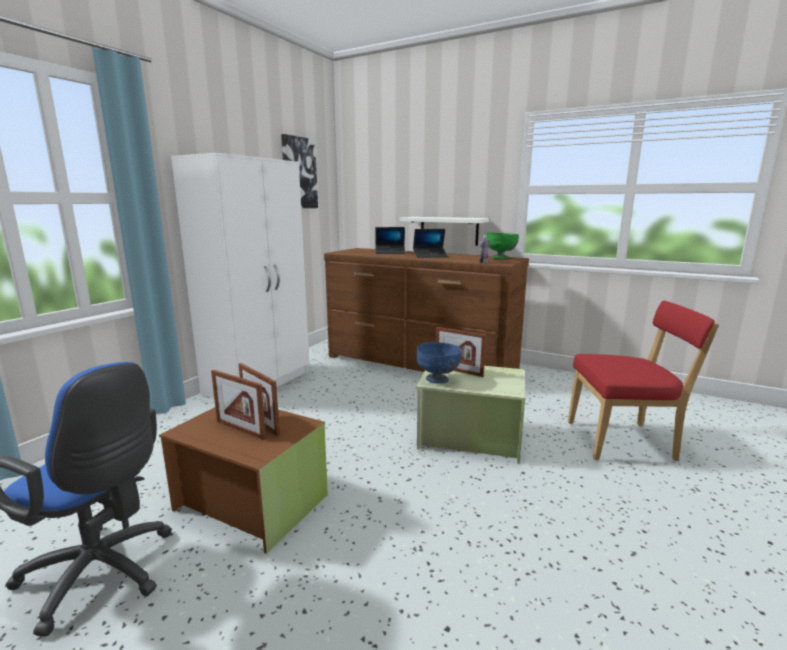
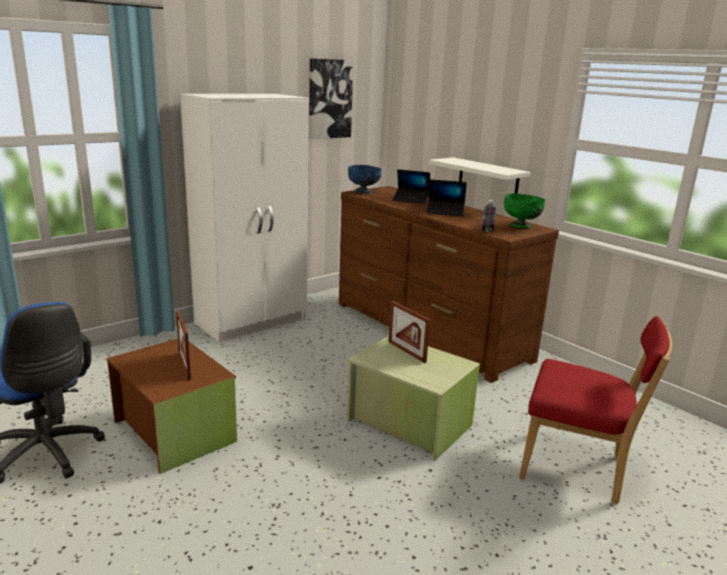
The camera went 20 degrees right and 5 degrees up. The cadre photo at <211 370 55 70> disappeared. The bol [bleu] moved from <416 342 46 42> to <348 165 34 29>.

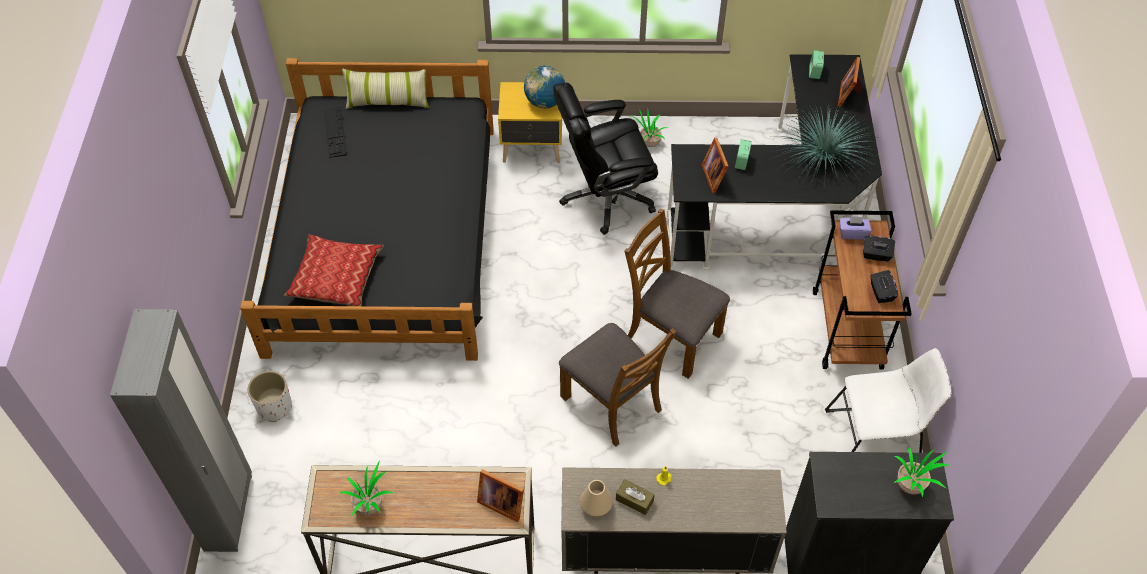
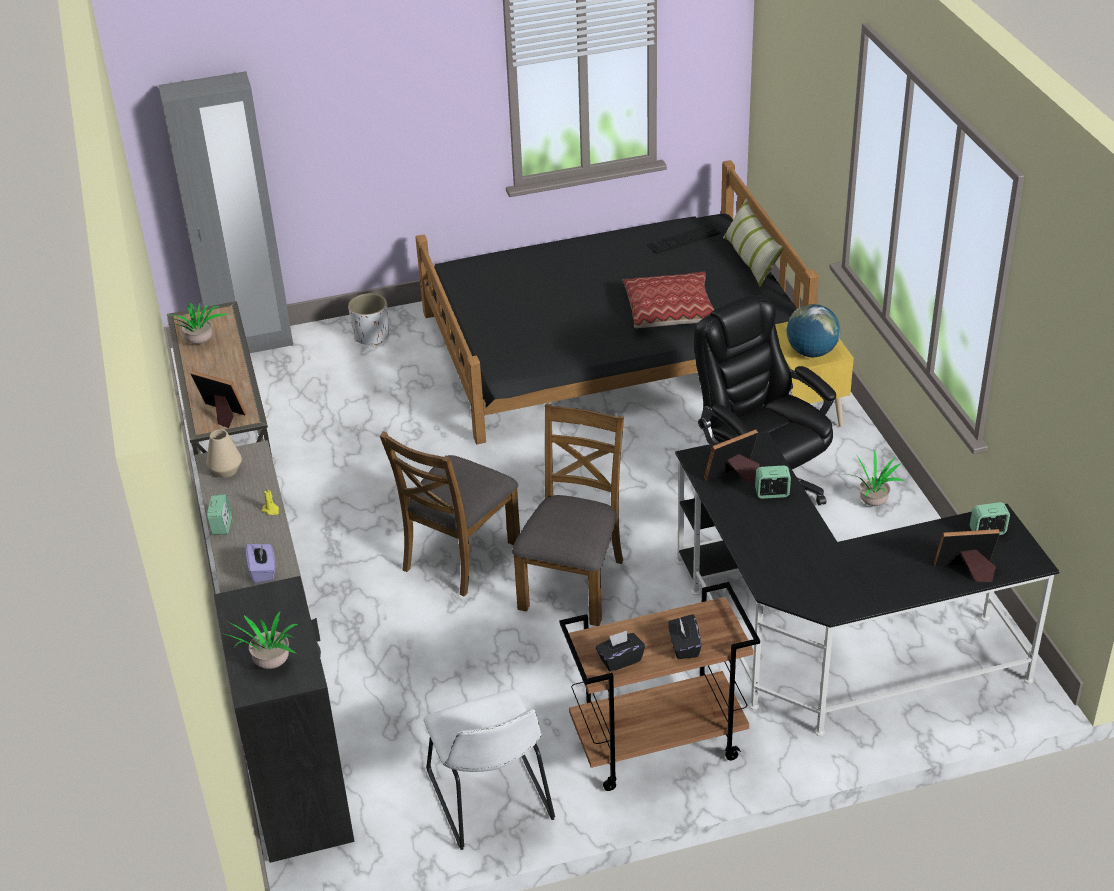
The camera went 75 degrees right and 15 degrees down. The boîte à mouchoirs [marron] at <616 479 39 36> disappeared. The plante en pot at <769 104 112 81> disappeared. The réveil at <207 494 25 41> appeared. The coussin moved from <284 234 100 72> to <622 272 93 56>. The boîte à mouchoirs [violet] moved from <839 216 32 24> to <245 542 30 41>. The cadre photo at <477 469 47 53> turned 105 degrees clockwise.

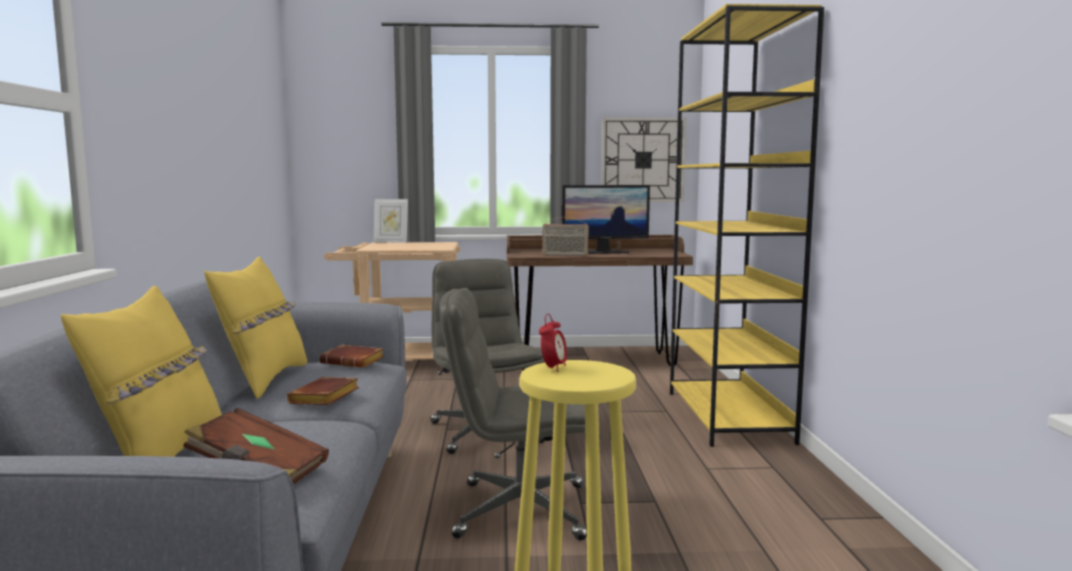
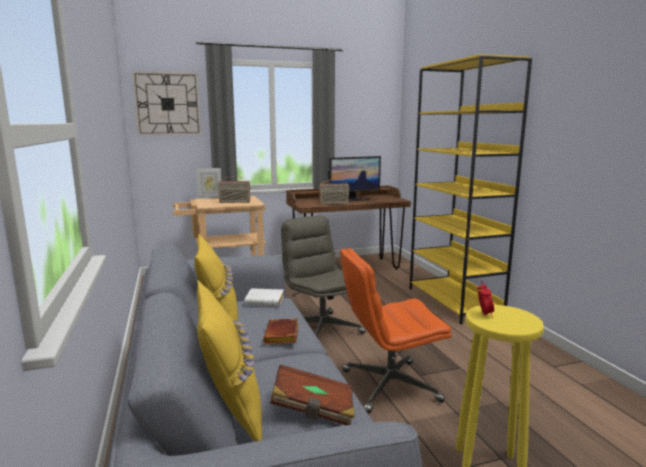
The camera went 15 degrees left and 5 degrees up. The radio at <218 176 32 27> appeared. The horloge murale moved from <602 117 84 85> to <132 71 69 65>. The livre [marron] at <319 345 65 23> became the livre [blanc] at <245 288 39 18>. The chaise de bureau [gris] at <439 288 148 252> became the chaise de bureau [orange] at <340 248 112 165>.

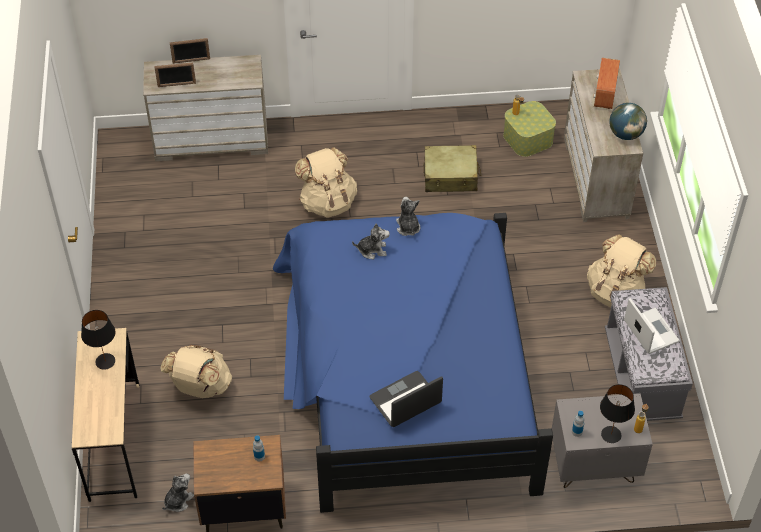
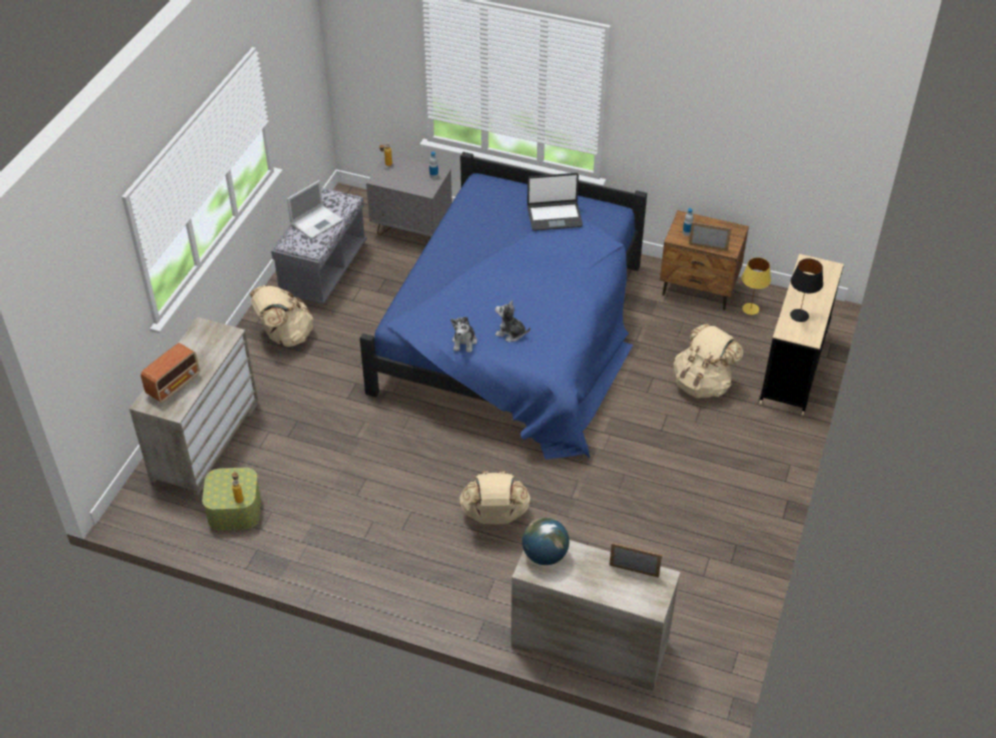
The camera went 155 degrees left and 5 degrees down. The valise [beige] at <423 145 58 47> disappeared. The lampe de table [noir] at <600 384 35 59> disappeared. The cadre photo moved from <170 38 40 26> to <689 222 42 29>. The globe moved from <609 103 38 37> to <522 518 47 47>. The peluche at <162 473 32 39> was replaced by the lampe de table [jaune] at <742 257 29 58>. The ordinateur portable at <624 298 56 56> turned 135 degrees counterclockwise.

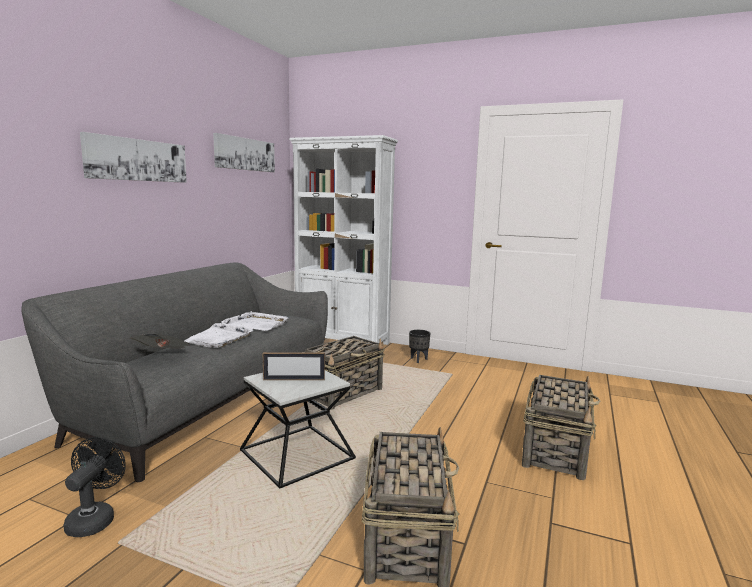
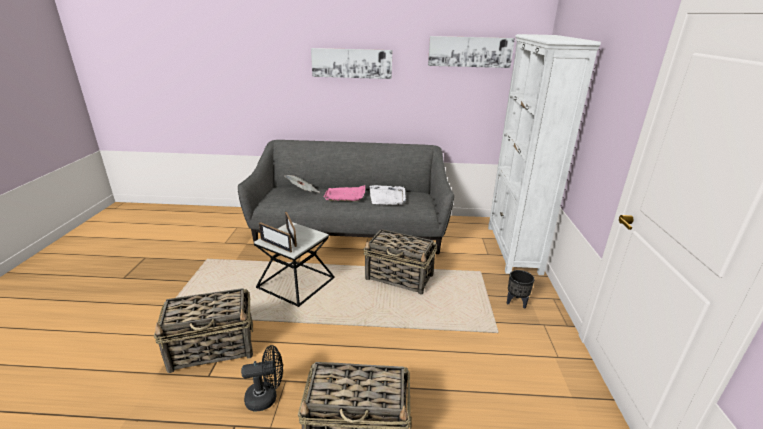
The camera went 70 degrees right and 15 degrees up. The cadre photo at <259 222 33 31> appeared. The ventilateur [noir] moved from <64 437 62 100> to <241 345 42 67>. The plateau [blanc] at <185 323 68 25> became the plateau [rose] at <324 185 41 17>.

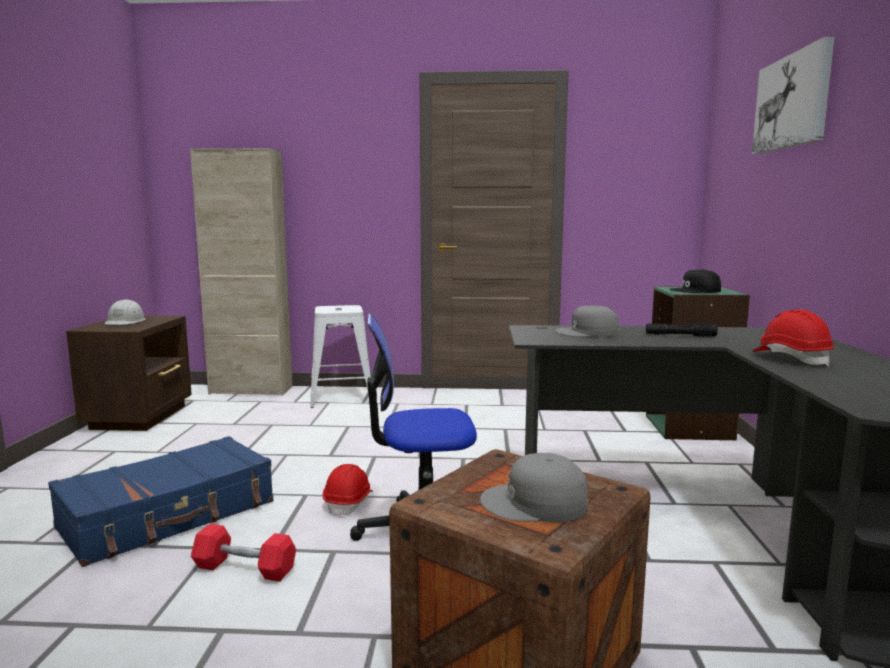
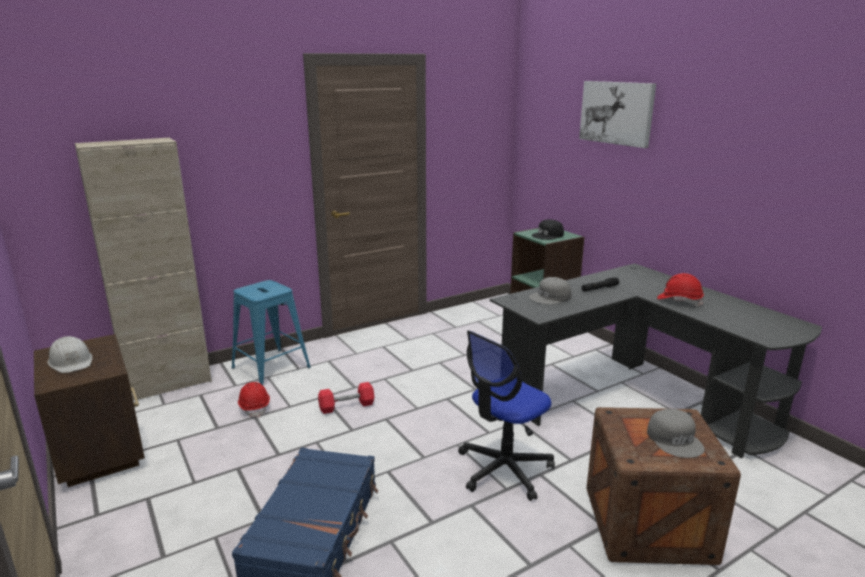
The camera went 35 degrees left and 10 degrees up. The haltère [rouge] moved from <191 524 105 58> to <318 382 57 32>. The casque de chantier [rouge] moved from <323 464 50 54> to <238 382 32 36>. The tabouret [blanc] at <310 305 61 103> became the tabouret [bleu] at <232 280 79 105>. The casquette [gris] at <480 453 108 69> turned 75 degrees counterclockwise.

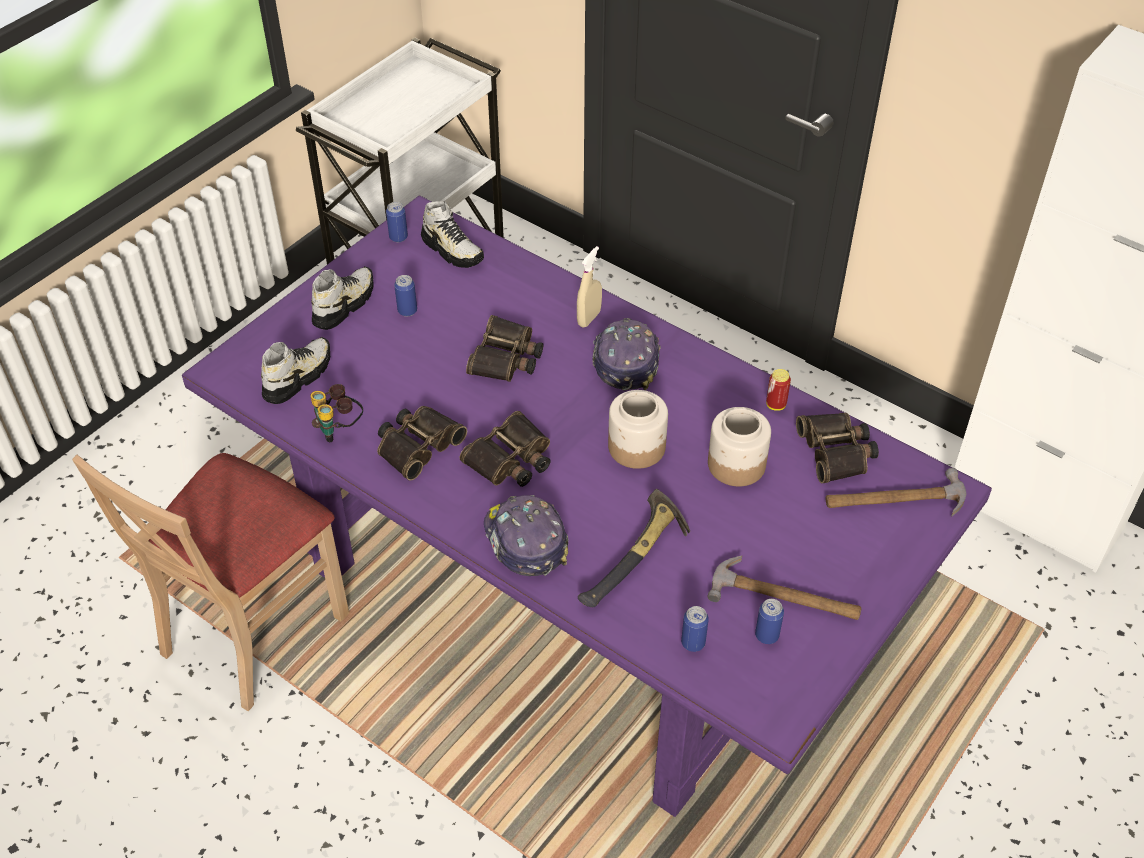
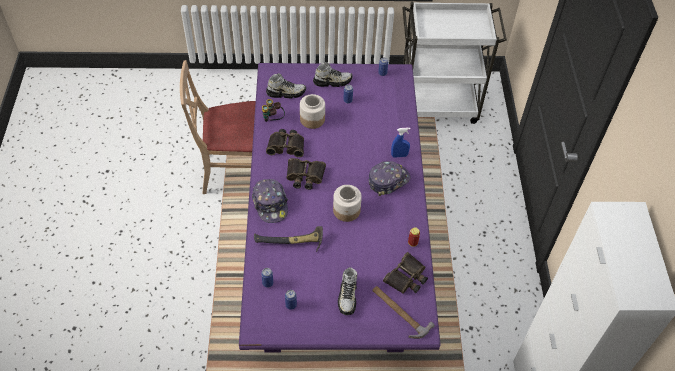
The camera went 50 degrees right and 5 degrees up. The jumelles at <466 315 77 67> disappeared. The marteau at <708 556 153 64> disappeared. The chaussure moved from <421 201 63 67> to <338 267 19 48>. The bocal moved from <708 407 63 79> to <300 94 25 35>. The vaporisateur [beige] at <577 246 25 81> became the vaporisateur [bleu] at <391 128 19 30>. The casquette at <484 495 84 81> turned 135 degrees clockwise.

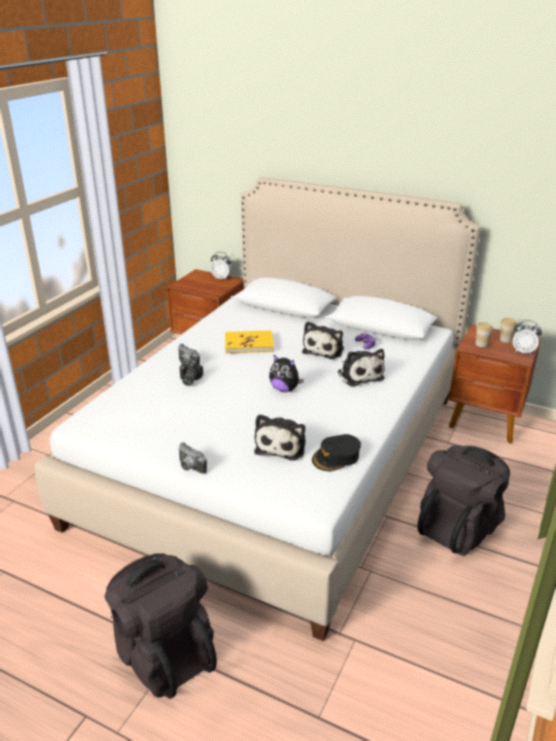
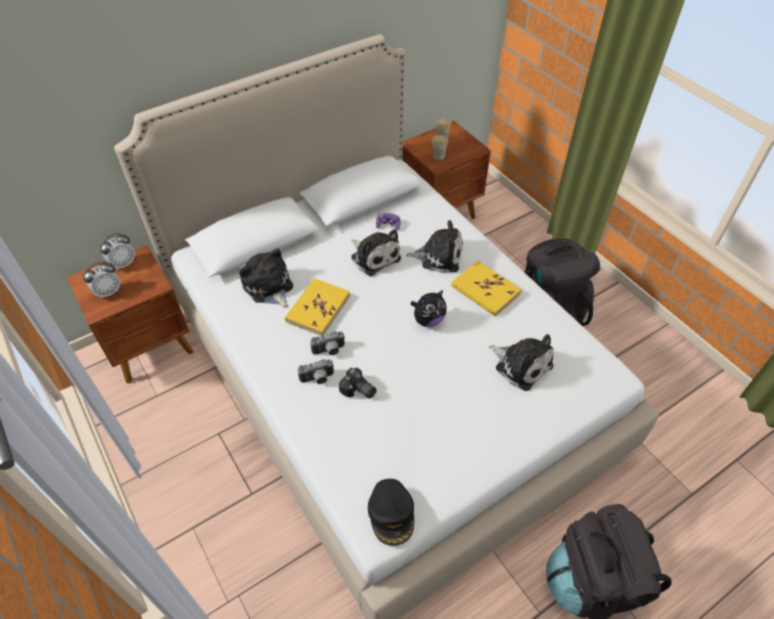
The camera went 60 degrees left and 20 degrees up. The peluche at <239 248 54 60> appeared. The livre [jaune] at <451 261 71 56> appeared. The appareil photo moved from <178 442 29 32> to <310 331 35 24>. The casquette [noir] moved from <312 434 49 37> to <368 479 46 67>. The réveil moved from <512 320 30 35> to <83 262 37 37>.

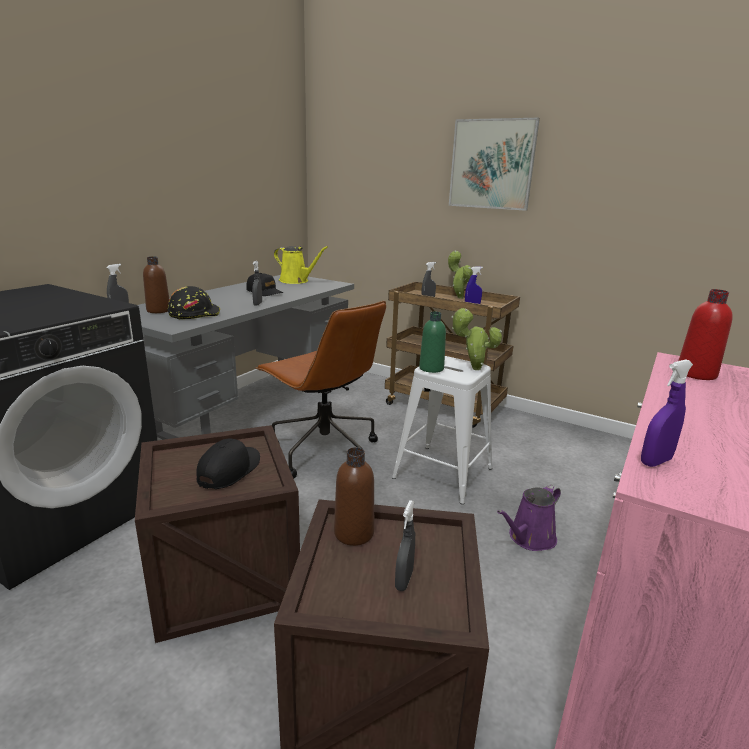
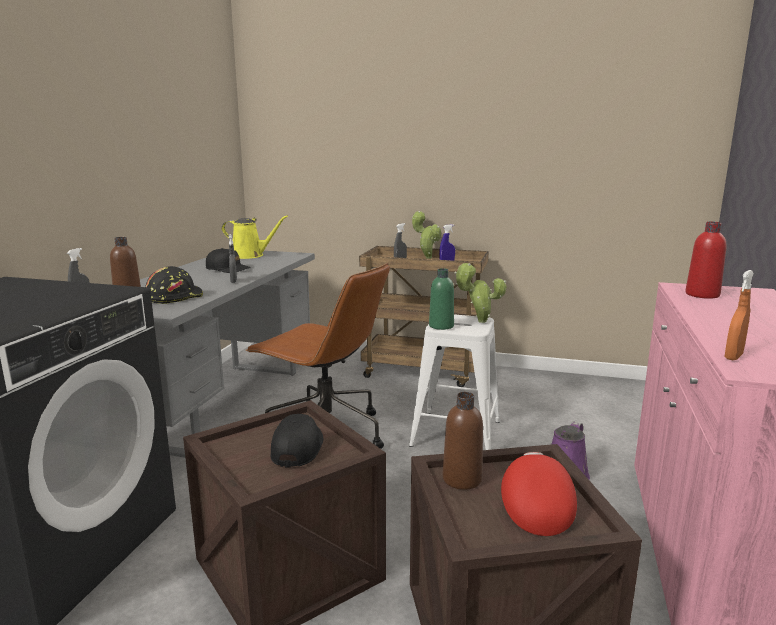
The camera went 15 degrees left and 5 degrees down. The tableau at <449 118 91 93> disappeared. The vaporisateur [gris] at <395 500 20 91> was replaced by the casquette [rouge] at <501 452 76 84>. The vaporisateur [violet] at <641 359 52 108> became the vaporisateur [orange] at <725 270 29 90>.

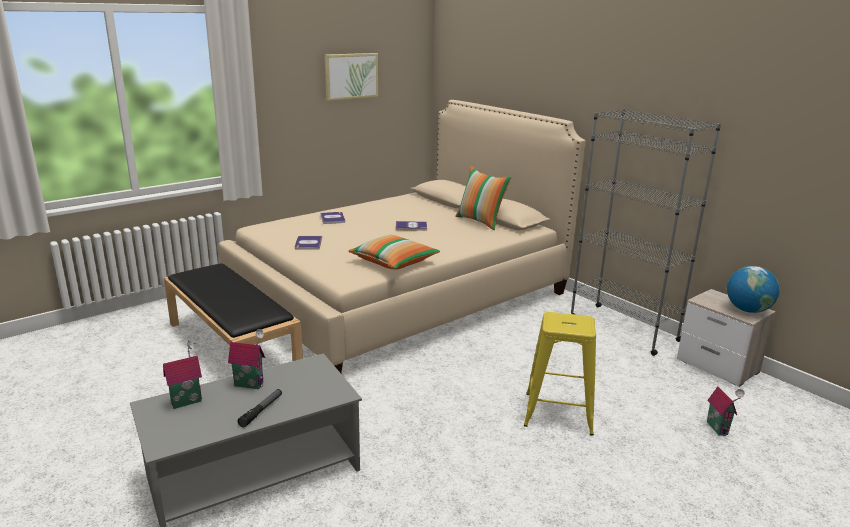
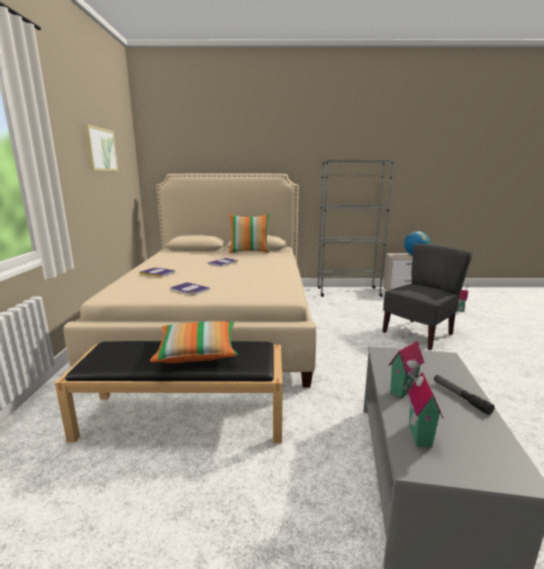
The camera went 50 degrees left and 5 degrees down. The coussin moved from <348 235 92 34> to <150 321 88 42>. The tabouret [jaune] at <524 312 72 124> was replaced by the chaise [gris] at <382 244 91 106>.

